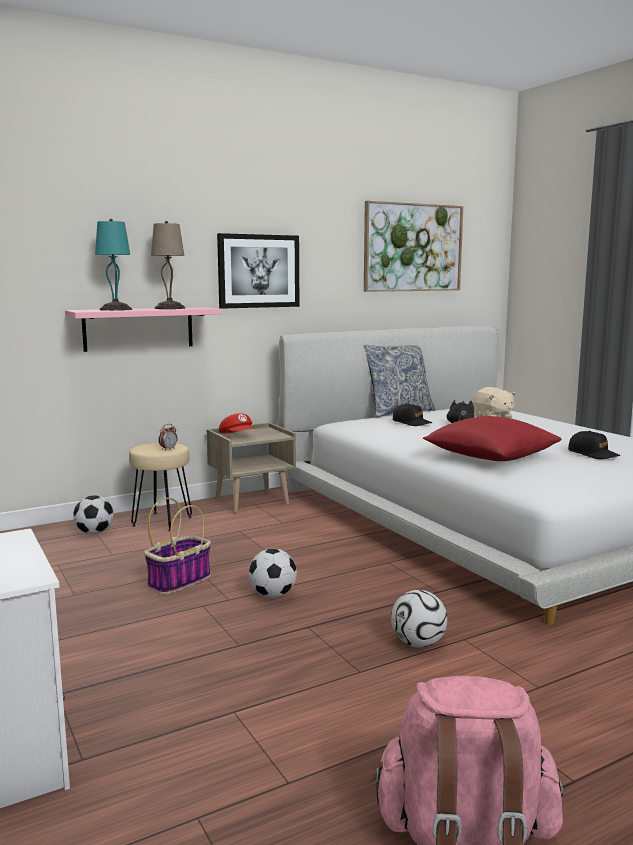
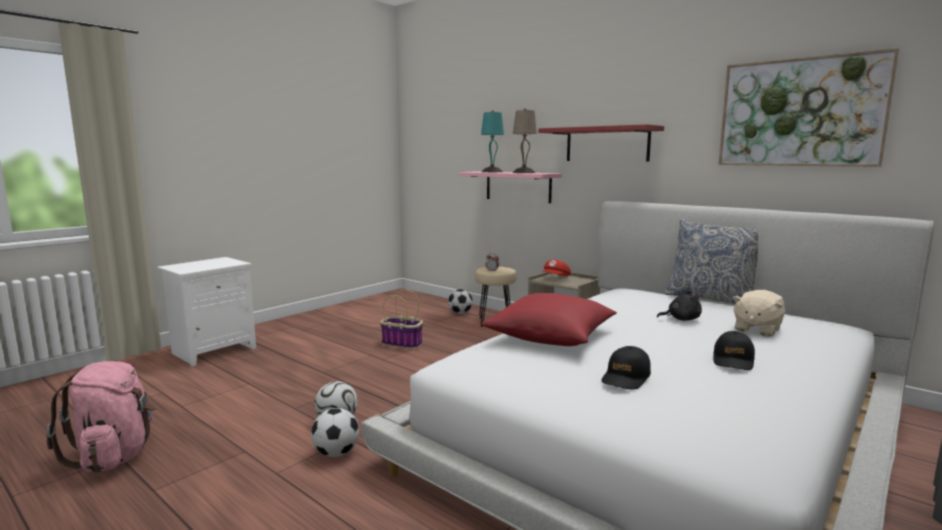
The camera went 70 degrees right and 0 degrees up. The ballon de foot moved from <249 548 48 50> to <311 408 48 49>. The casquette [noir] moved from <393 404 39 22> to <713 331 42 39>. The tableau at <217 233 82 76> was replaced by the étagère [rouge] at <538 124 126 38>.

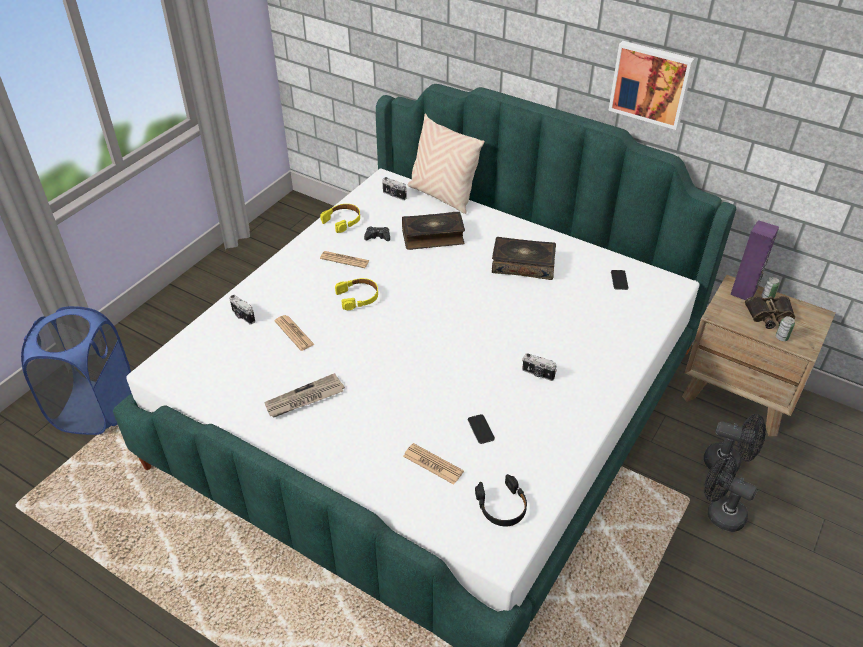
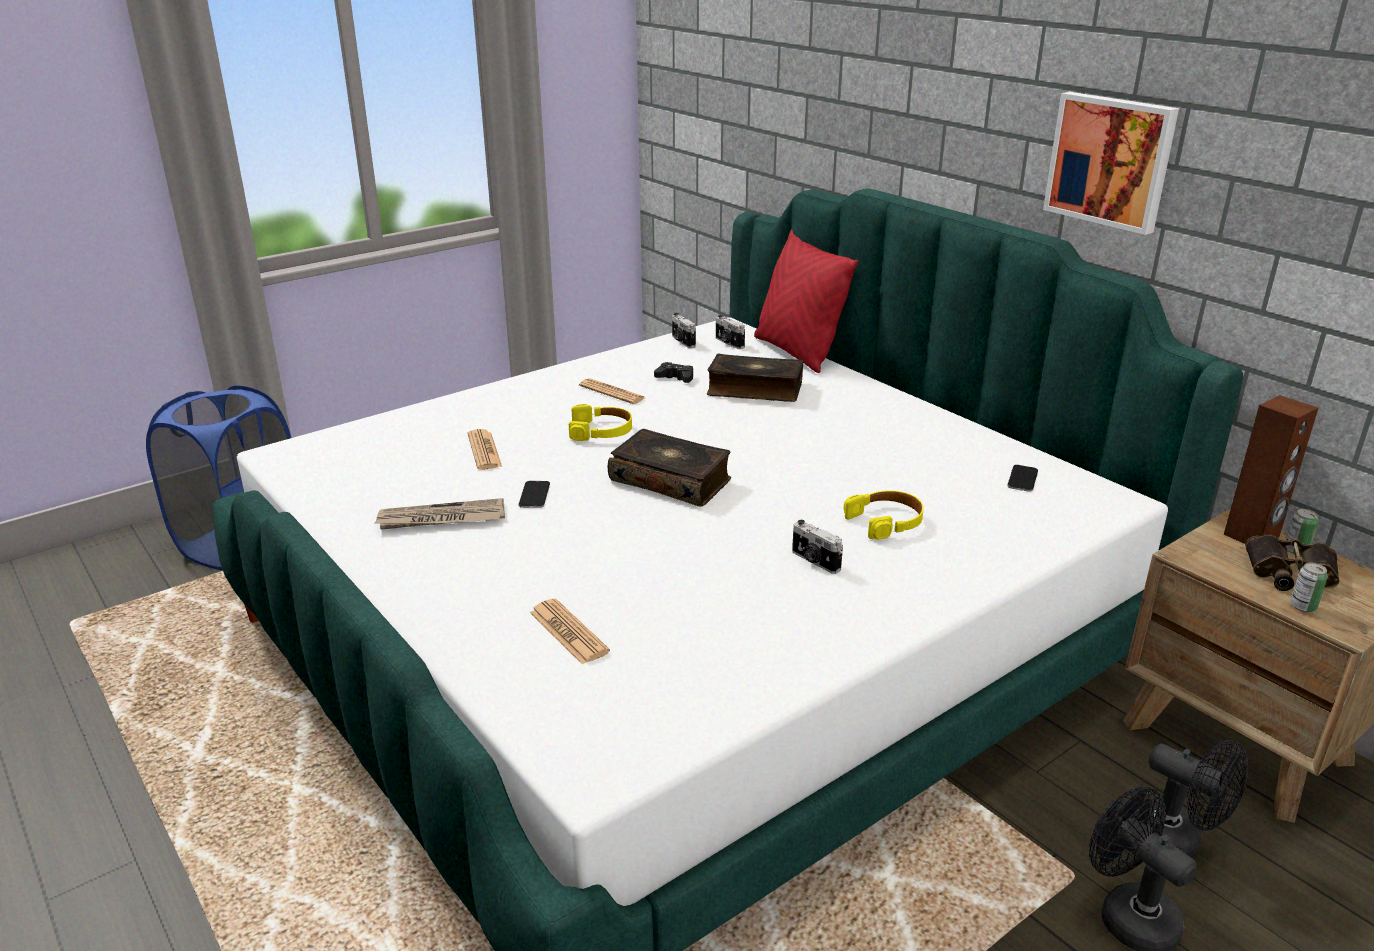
The camera went 20 degrees right and 15 degrees down. The casque audio [noir] at <475 474 52 53> disappeared. The appareil photo moved from <229 295 26 29> to <672 313 24 35>. The casque audio [jaune] moved from <320 204 40 29> to <844 490 80 50>. The téléphone moved from <468 414 27 30> to <519 481 31 27>. The livre moved from <492 237 64 43> to <608 429 123 78>. The coussin [beige] at <408 113 77 101> became the coussin [rouge] at <754 229 104 144>. The enceinte [violet] at <730 220 49 80> became the enceinte [marron] at <1224 395 95 149>.

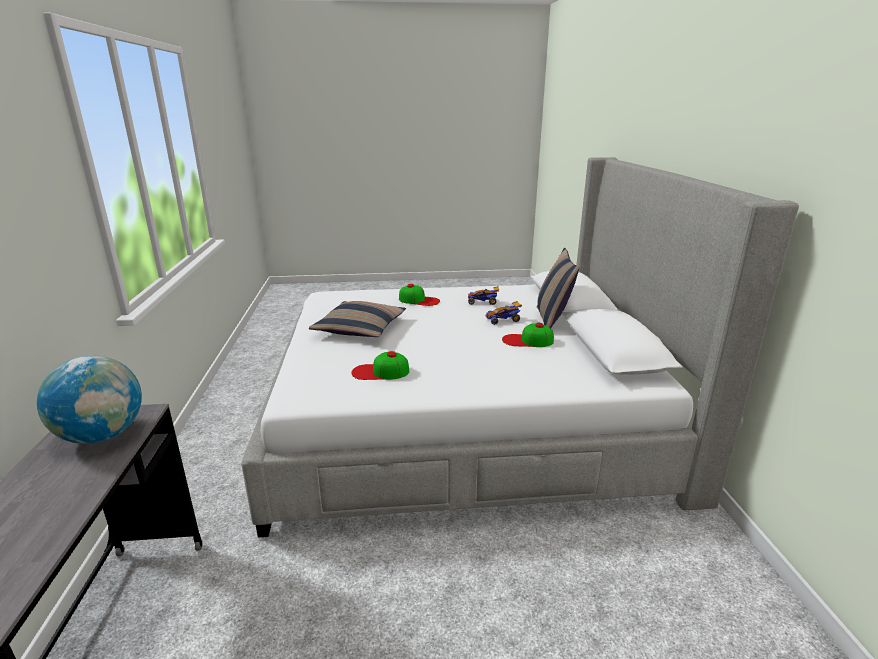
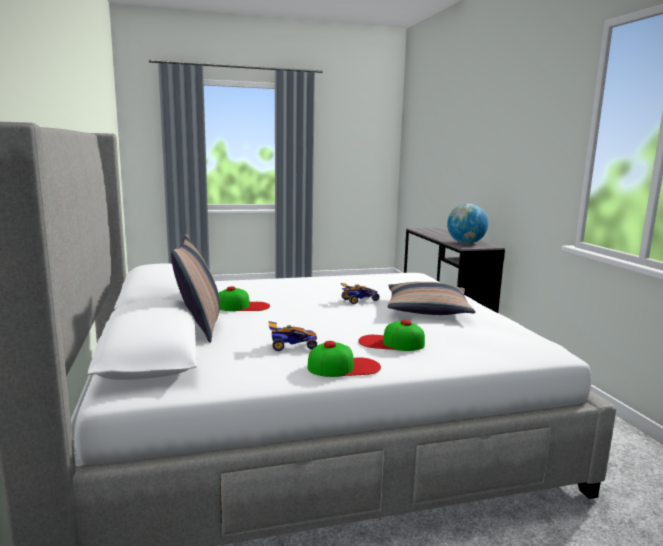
The camera went 170 degrees right and 10 degrees down. The casquette moved from <351 351 58 29> to <307 341 74 36>. The petite voiture moved from <486 301 36 24> to <341 283 39 21>.

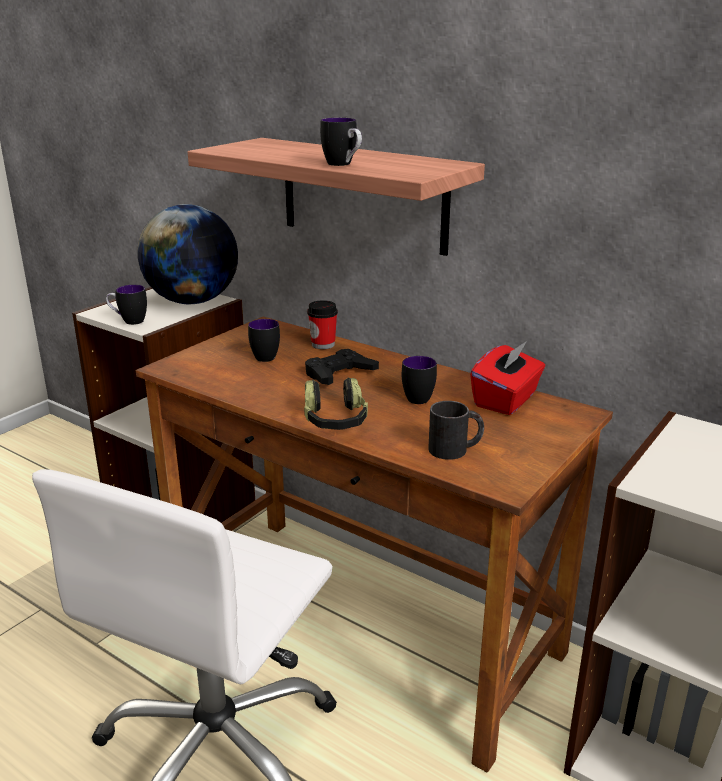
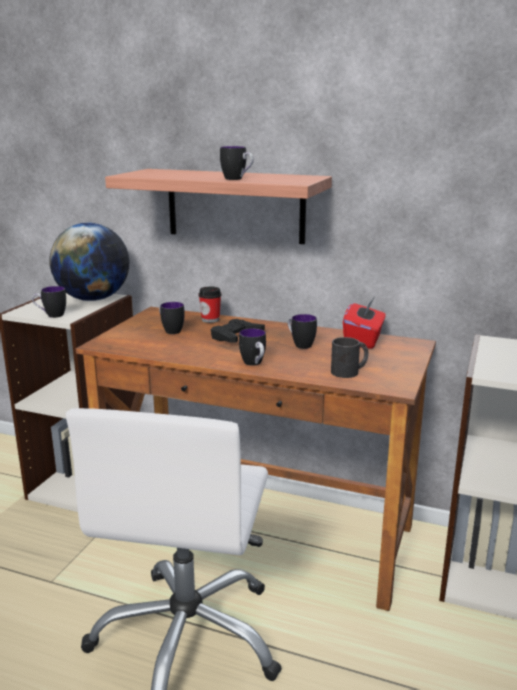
The camera went 15 degrees left and 5 degrees down. The casque audio at <304 377 64 53> was replaced by the mug at <239 328 27 38>.

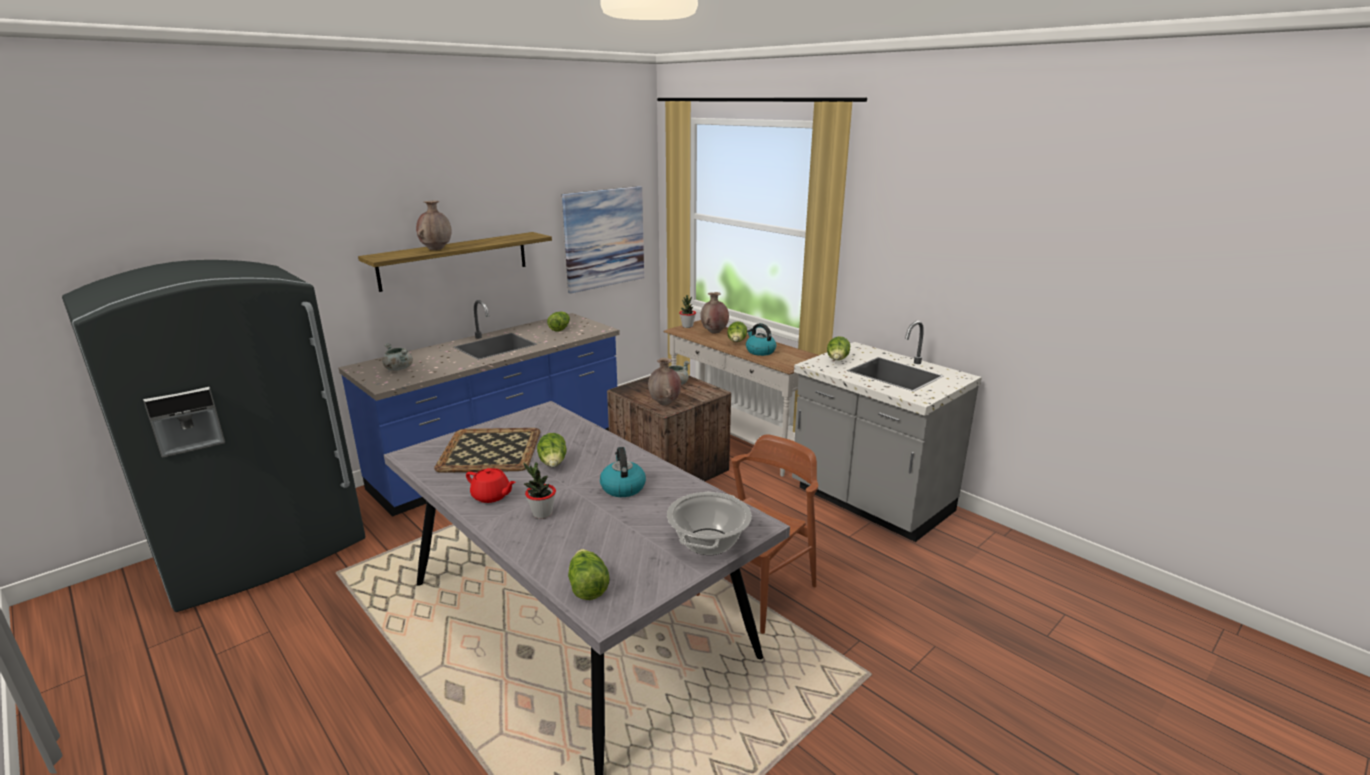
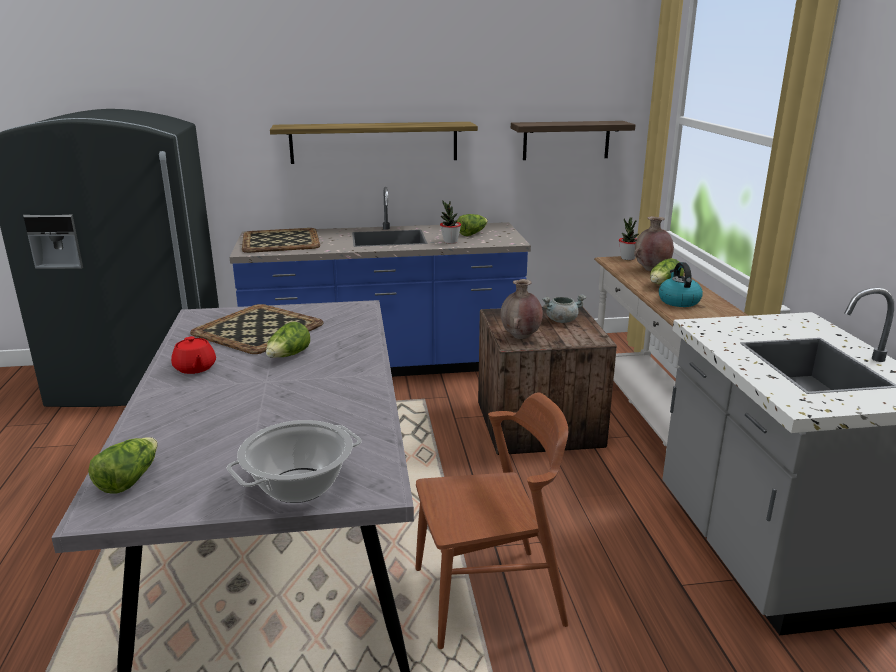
The camera went 35 degrees right and 0 degrees up. The vase [marron] at <416 201 35 49> disappeared. The bouilloire at <600 447 46 50> disappeared. The laitue at <827 336 23 24> disappeared. The plante en pot moved from <524 462 32 57> to <440 201 21 43>. The marmite [gris] at <382 343 31 28> was replaced by the plateau at <242 228 78 25>. The tableau at <562 186 82 108> was replaced by the étagère at <511 121 124 39>.

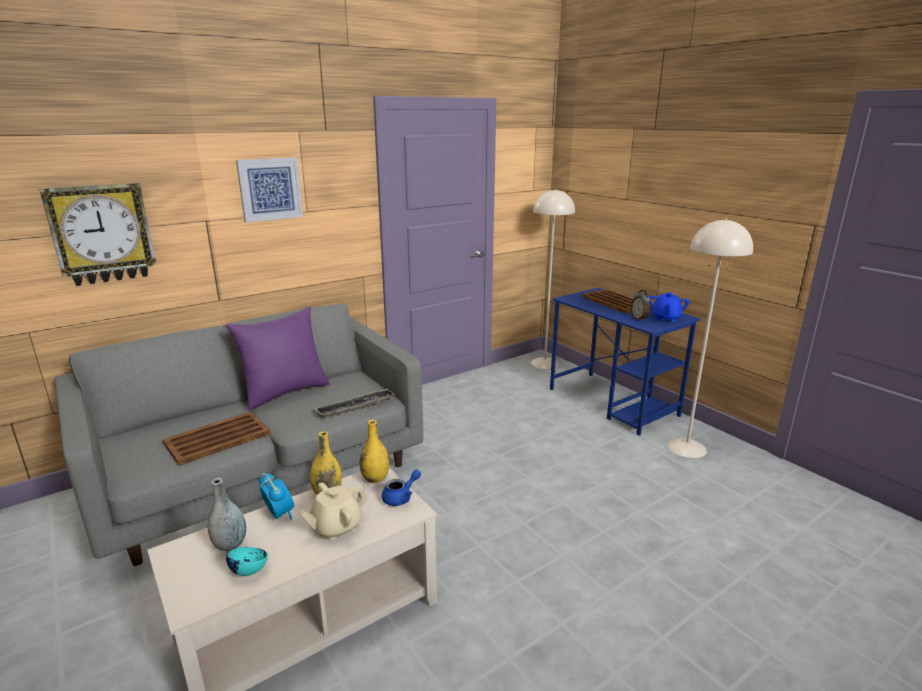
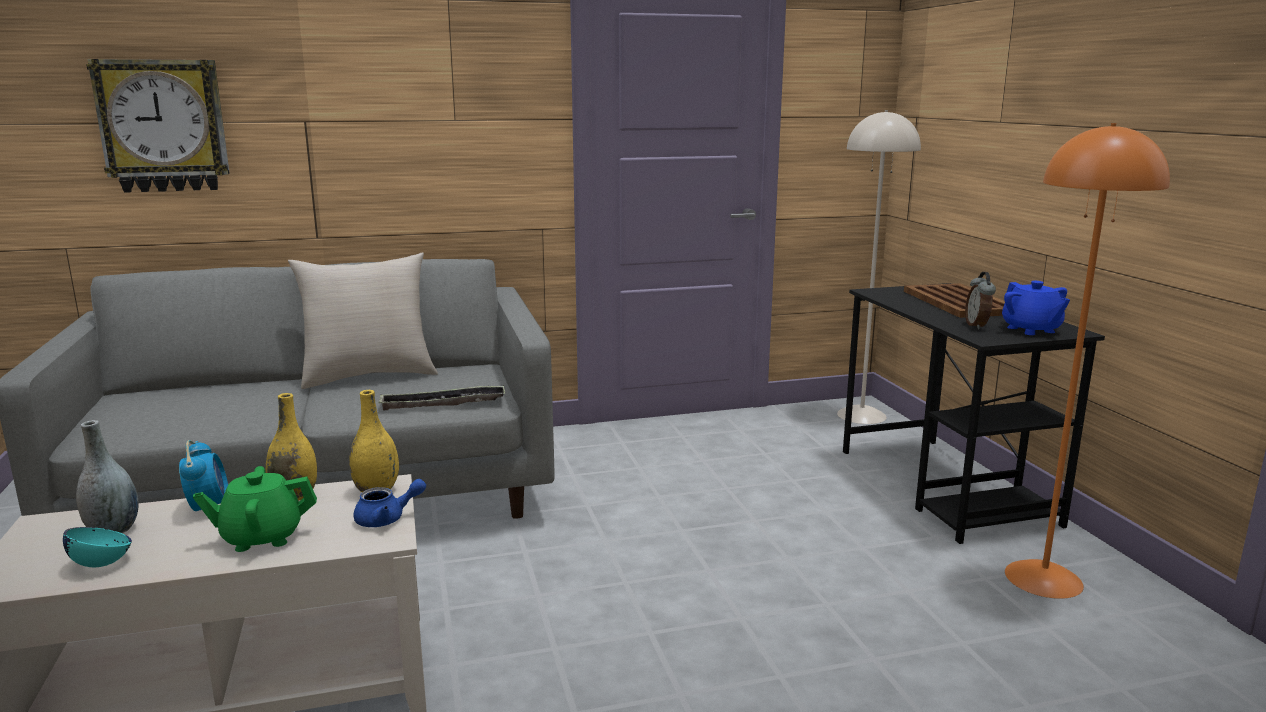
The camera went 20 degrees right and 5 degrees down. The plateau [marron] at <163 411 108 55> disappeared. The tableau at <236 157 67 65> disappeared. The coussin [violet] at <226 306 105 105> became the coussin [beige] at <288 252 150 137>. The théière [beige] at <299 482 69 59> became the théière [vert] at <193 466 124 86>. The bureau [bleu] at <550 288 150 148> became the bureau [noir] at <843 283 262 261>. The lampadaire [beige] at <667 219 86 239> became the lampadaire [orange] at <1005 123 165 476>. The théière [bleu] at <648 292 42 30> turned 60 degrees counterclockwise.

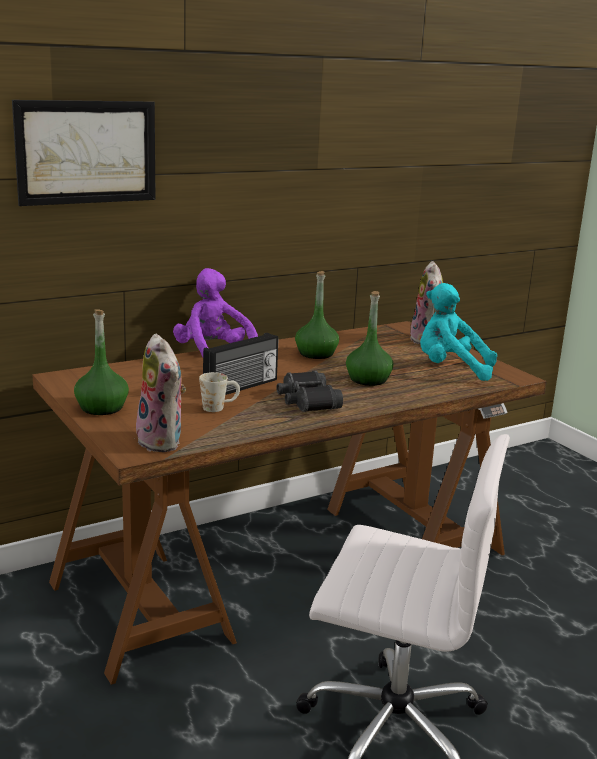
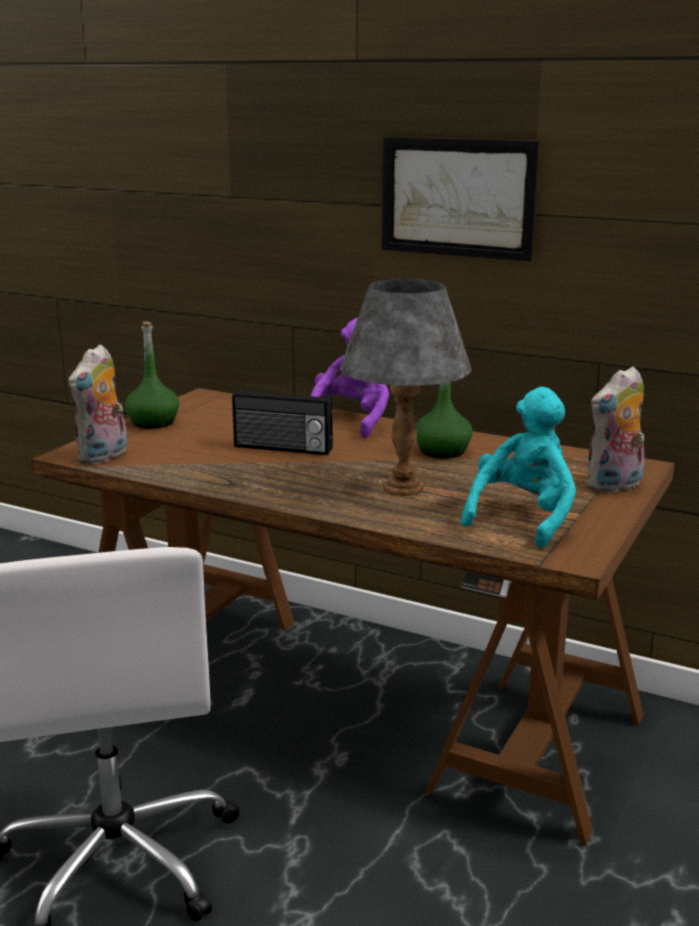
The camera went 60 degrees right and 0 degrees up. The mug [blanc] at <199 372 41 40> disappeared. The jumelles [noir] at <276 370 67 42> disappeared. The tableau moved from <12 100 144 106> to <382 137 157 124>. The bouteille [vert] at <346 291 47 95> was replaced by the lampe de table [gris] at <340 279 131 217>. The peluche [turquoise] at <420 283 77 98> turned 45 degrees clockwise.

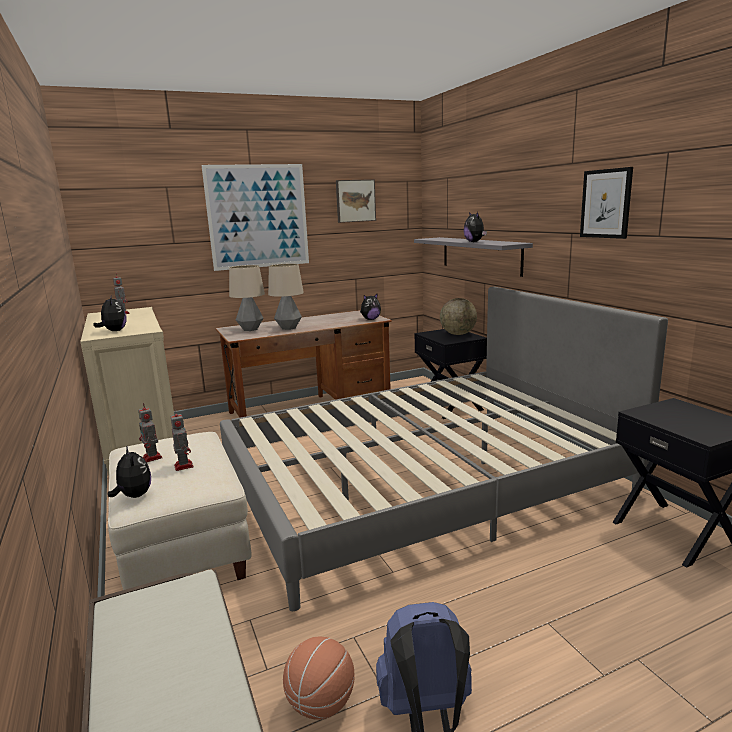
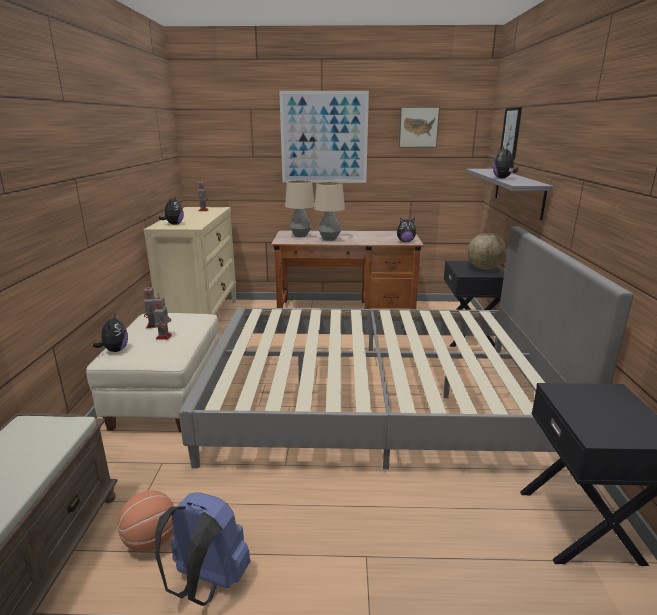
The camera went 25 degrees right and 5 degrees up. The tableau moved from <580 167 53 72> to <500 107 22 52>.

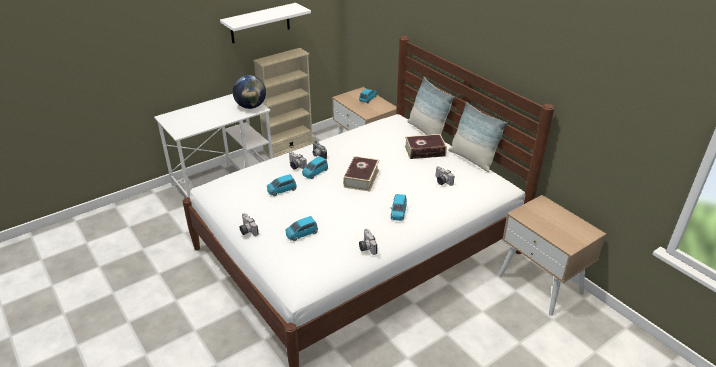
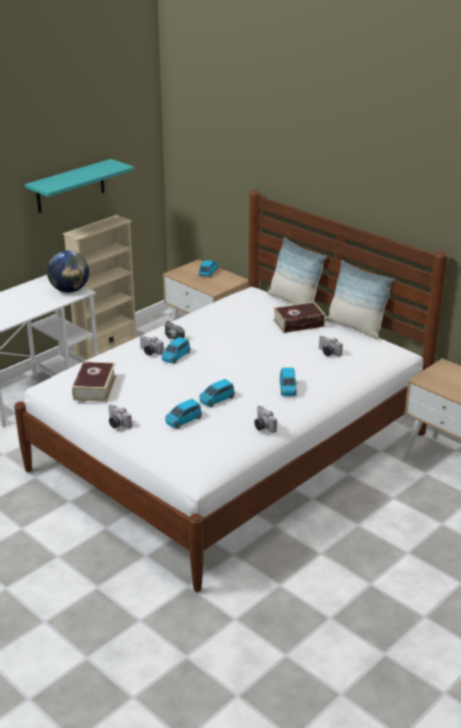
The camera went 10 degrees left and 5 degrees down. The petite voiture [bleu] moved from <267 174 30 22> to <199 379 36 28>. The livre moved from <343 156 36 36> to <72 361 44 41>. The étagère [blanc] at <220 3 91 40> became the étagère [turquoise] at <25 159 109 54>.

